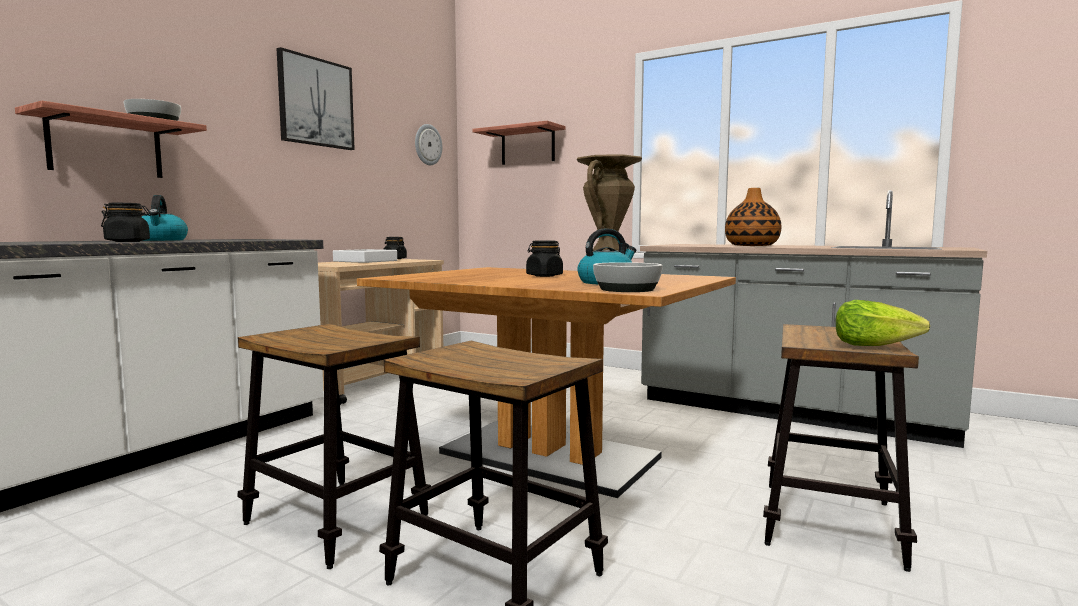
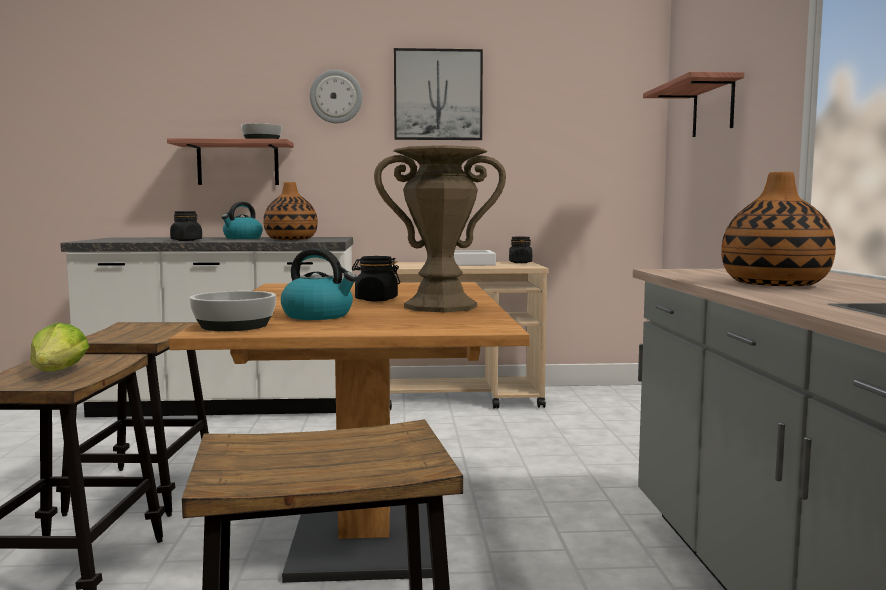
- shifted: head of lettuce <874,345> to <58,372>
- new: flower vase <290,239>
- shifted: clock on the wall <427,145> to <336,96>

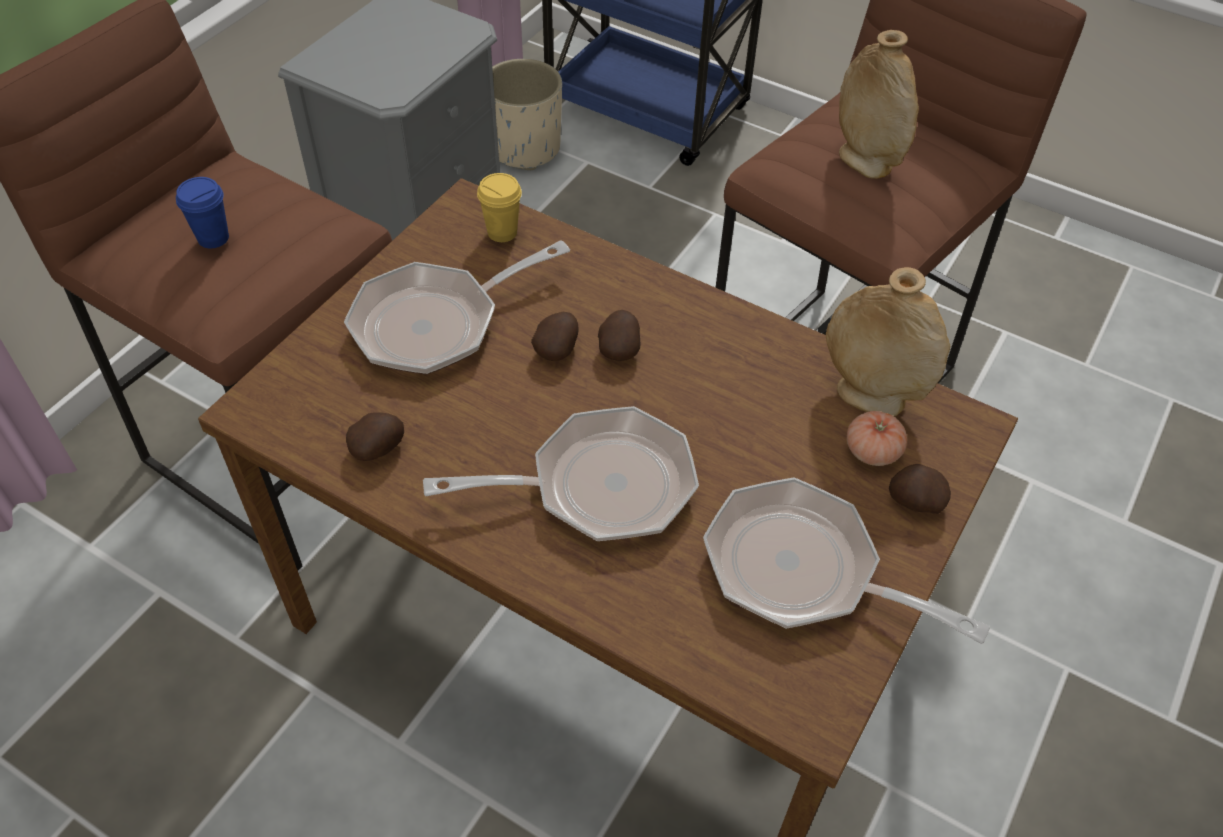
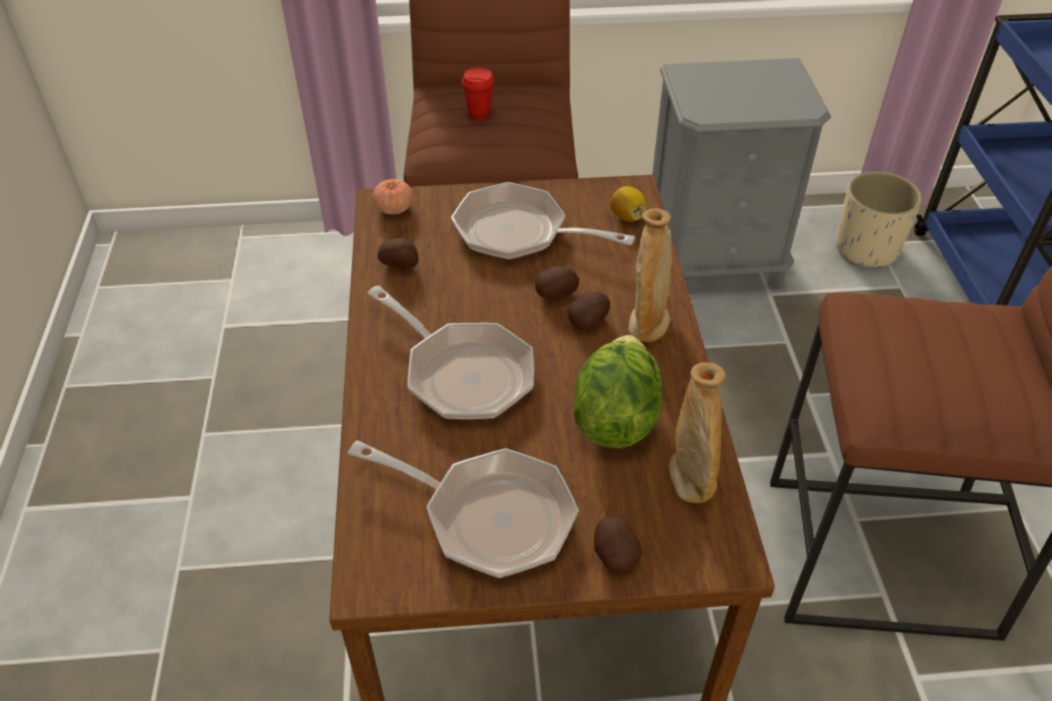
- rotated: frying pan <804,570> = <488,516> 120 degrees clockwise
- shifted: fresh tomato <872,451> to <394,208>
- repainted: small cup (bluish) <213,238> to small cup (reddish) <479,114>
- new: head of lettuce <615,417>
- swapped: small cup (yellowish) <502,232> to lemon <627,216>
- shifted: flower vase (beige) <864,161> to <648,323>

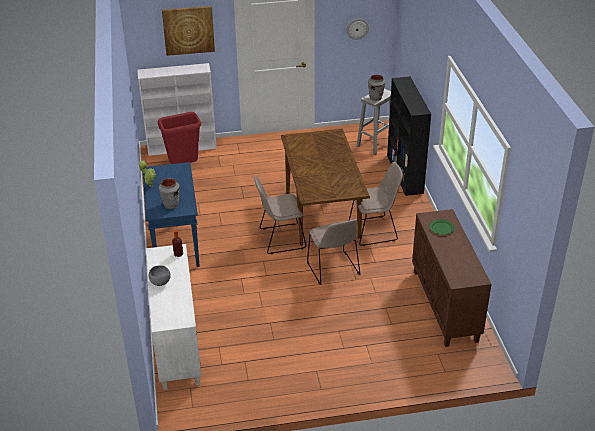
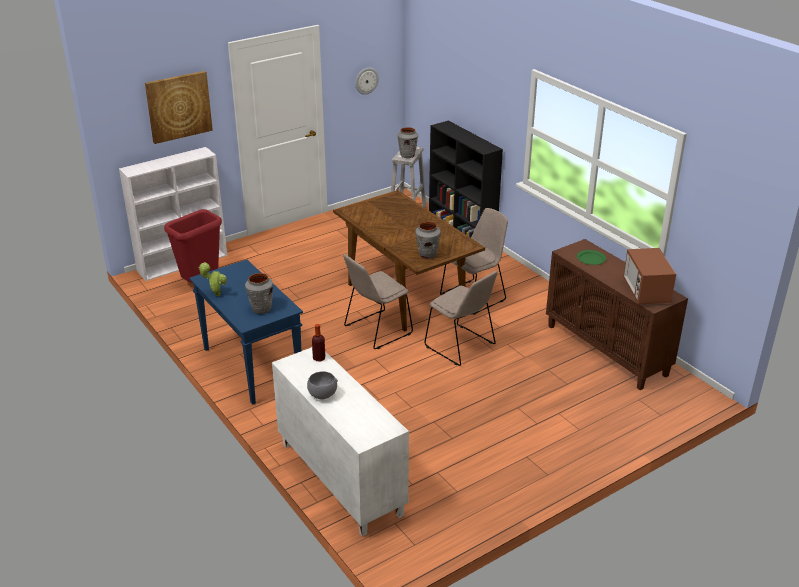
- new: flower vase (greyish) <427,255>
- new: microwave oven <645,292>

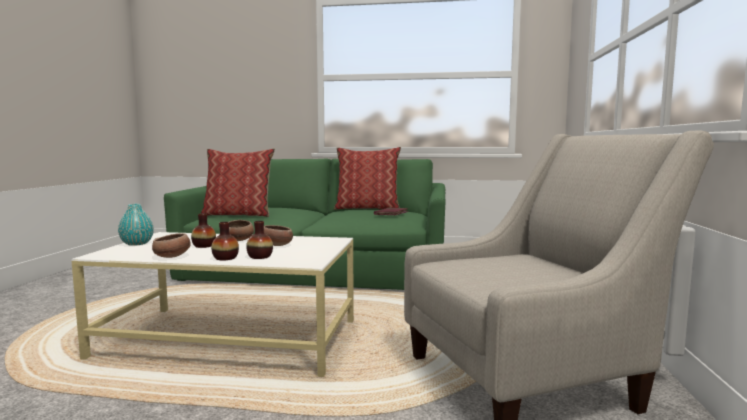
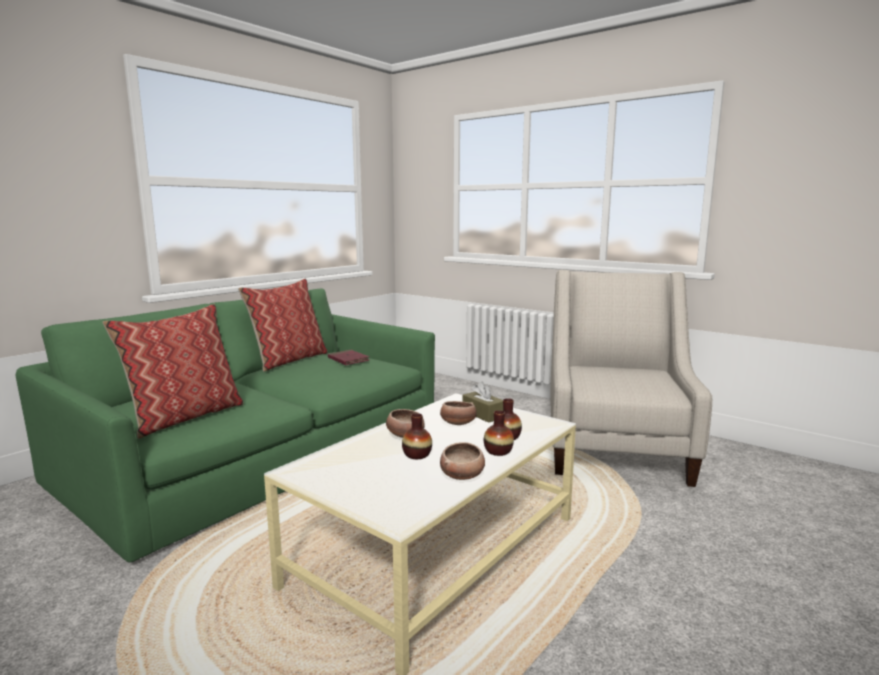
- new: tissue box (brown-coloured) <483,414>
- gone: flower vase (turquoise-coloured) <137,244>

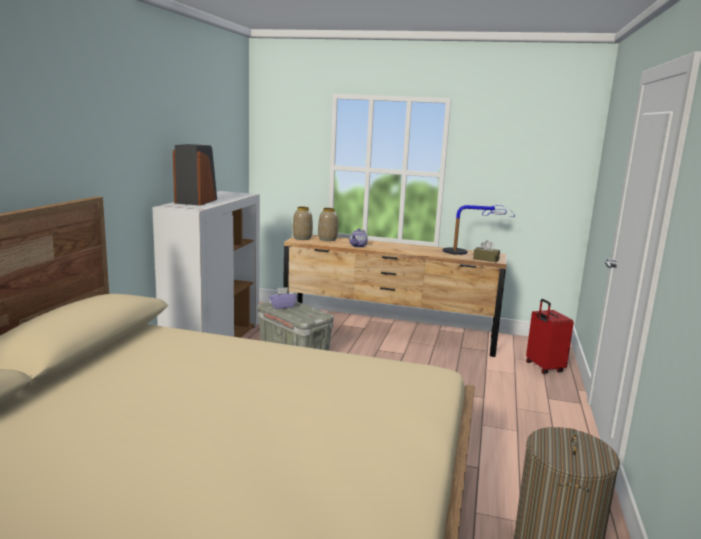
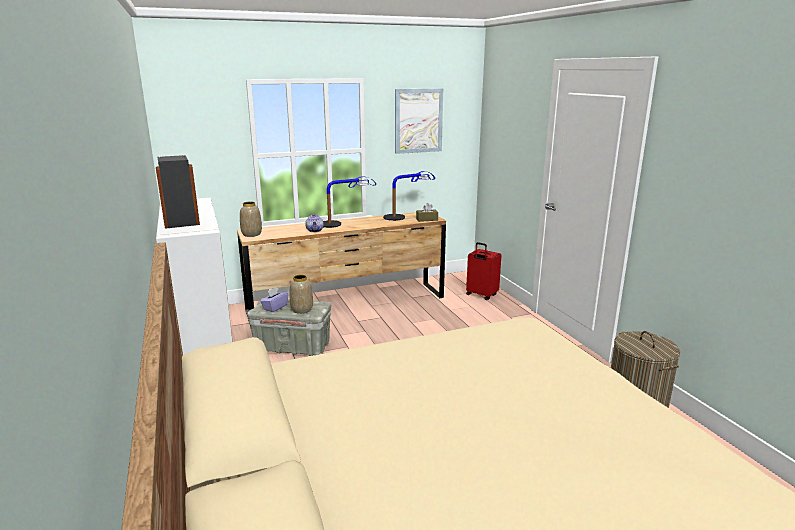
- shifted: flower vase <328,239> to <302,309>
- new: tabletop lamp <342,223>
- new: picture <418,121>

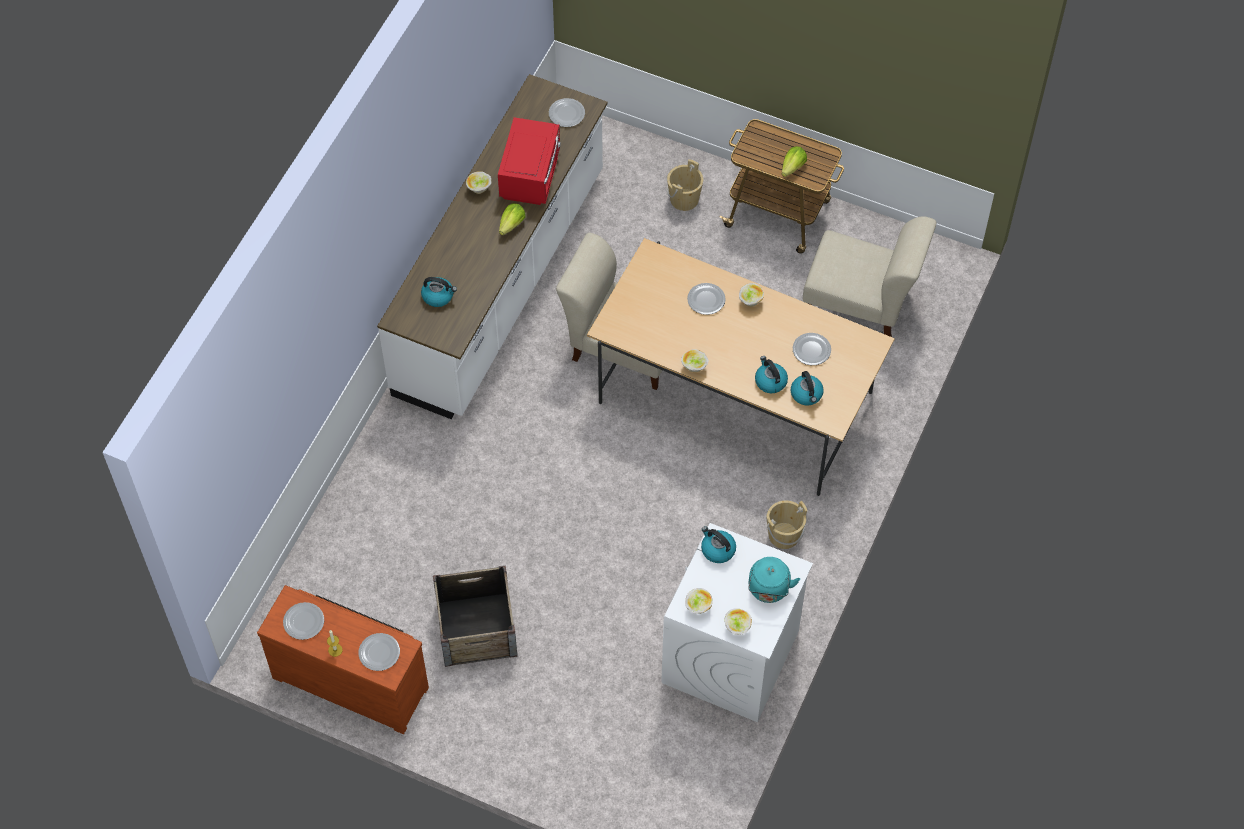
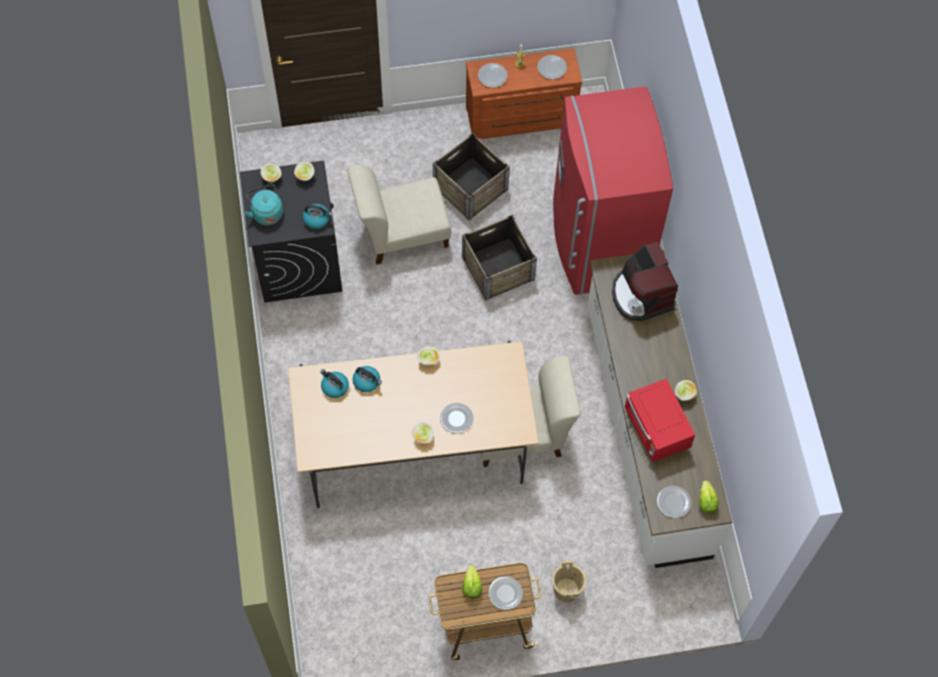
- repainted: laundry appliance (whitish) <730,657> to laundry appliance (black-coloured) <297,260>
- shifted: plain chair (beige) <861,304> to <401,233>
- new: shipping crate <498,268>
- shifted: dinner plate <811,350> to <506,593>
- new: kitchen fridge (reddish) <598,242>
- swapped: water kettle <438,296> to coffee machine <641,295>
- shifted: head of lettuce <512,225> to <706,502>
- gone: water bucket (beige) <784,535>

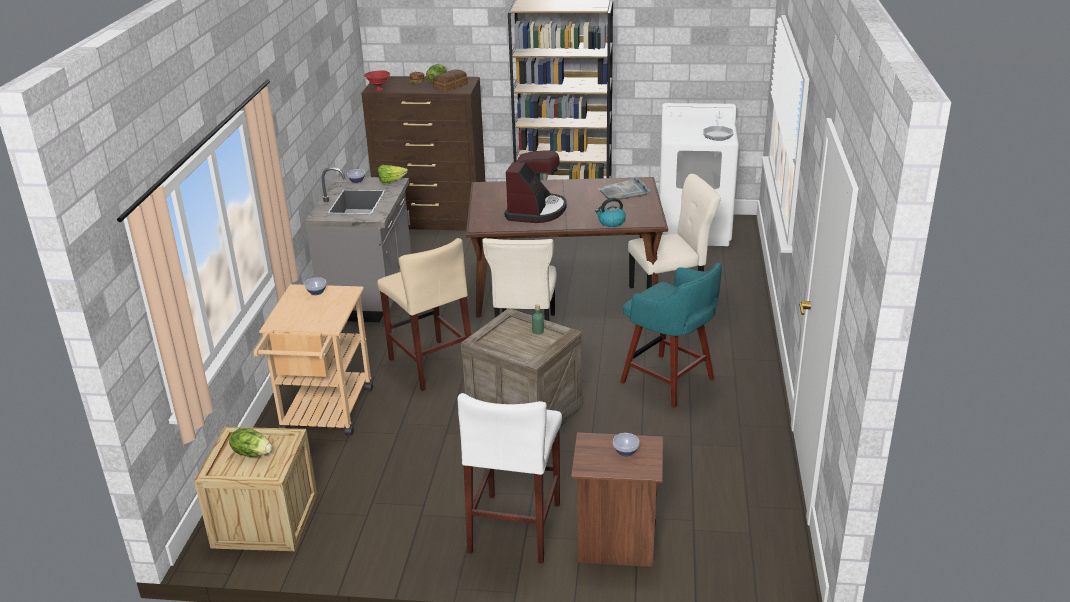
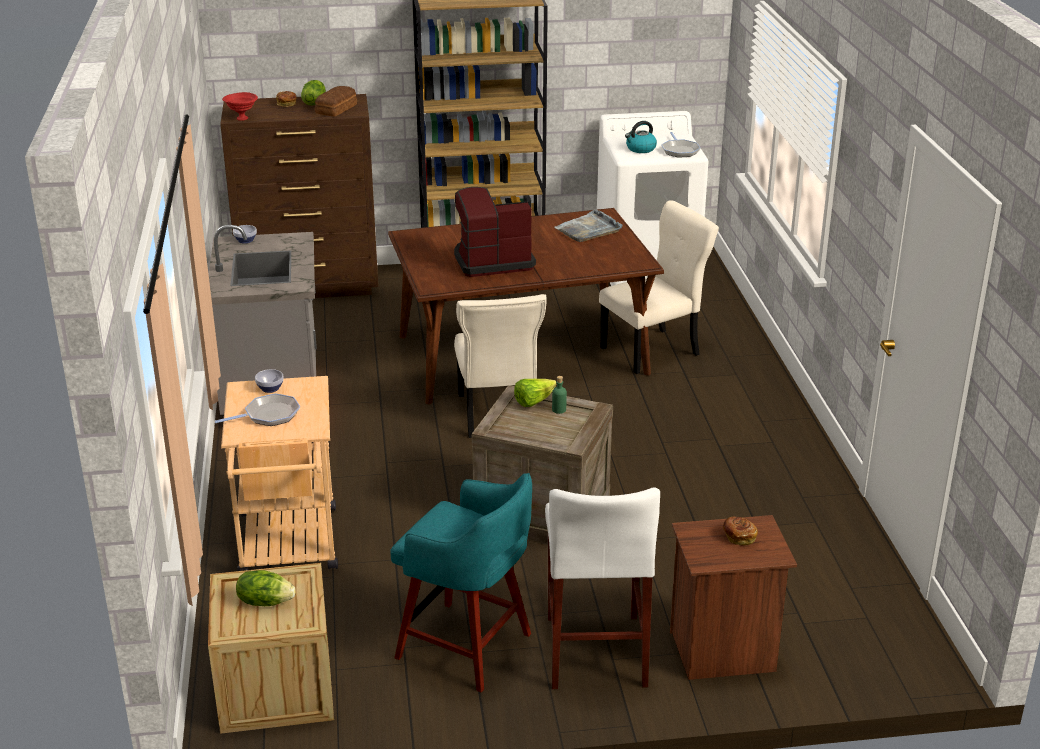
- new: frying pan <269,415>
- shifted: stool (turquoise-coloured) <669,382> to <467,648>
- rotated: coffee machine <536,211> = <492,261> 105 degrees counterclockwise
- shifted: head of lettuce <391,181> to <533,401>
- shifted: water kettle <611,222> to <640,149>
- swapped: deep dish <625,451> to bakery bread <739,537>
- gone: stool (beige) <431,365>

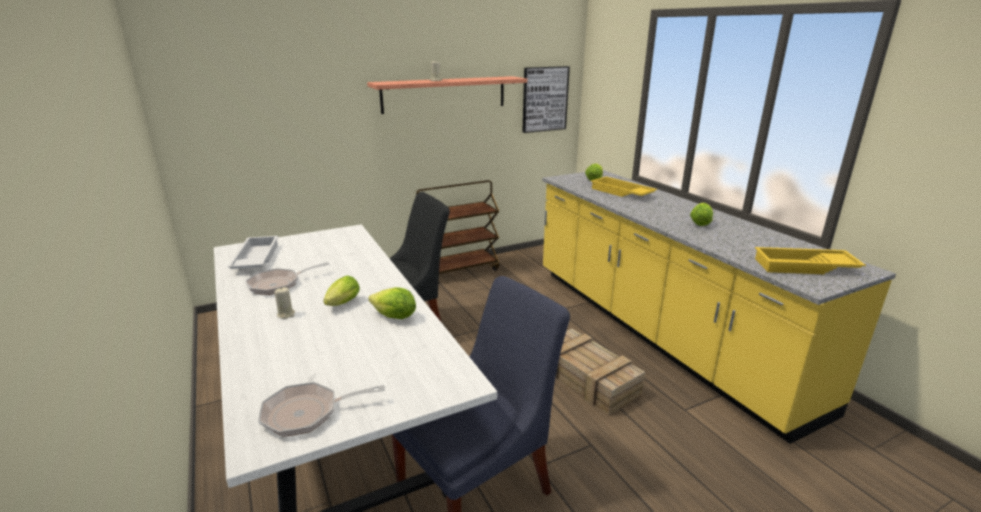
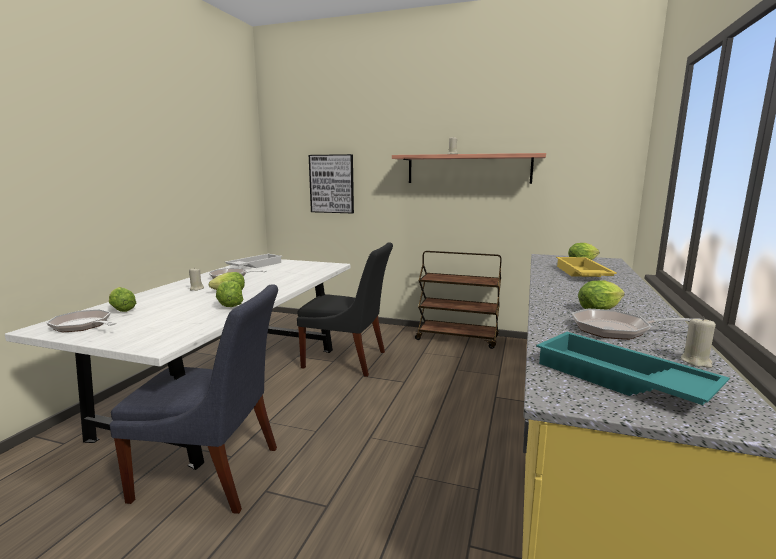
- new: head of lettuce <121,309>
- shifted: picture <544,99> to <332,184>
- repainted: carrying tray (yellowish) <804,267> to carrying tray (turquoise-coloured) <619,380>
- new: frying pan <616,330>
- new: candle (beige) <696,362>
- gone: shipping crate <589,380>

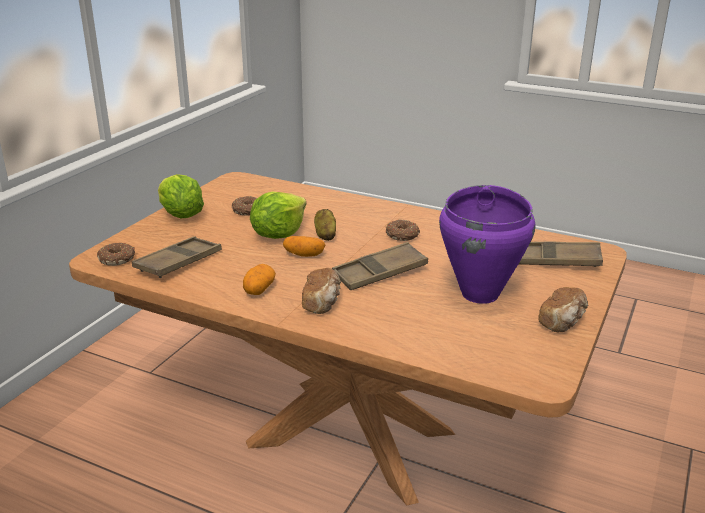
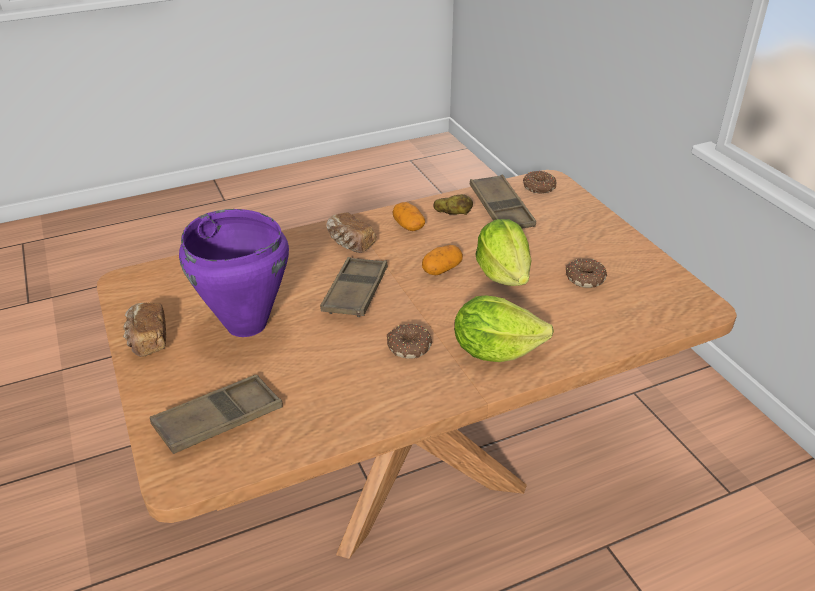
- shifted: whole potato <325,234> to <453,214>
- shifted: head of lettuce <180,215> to <495,350>

